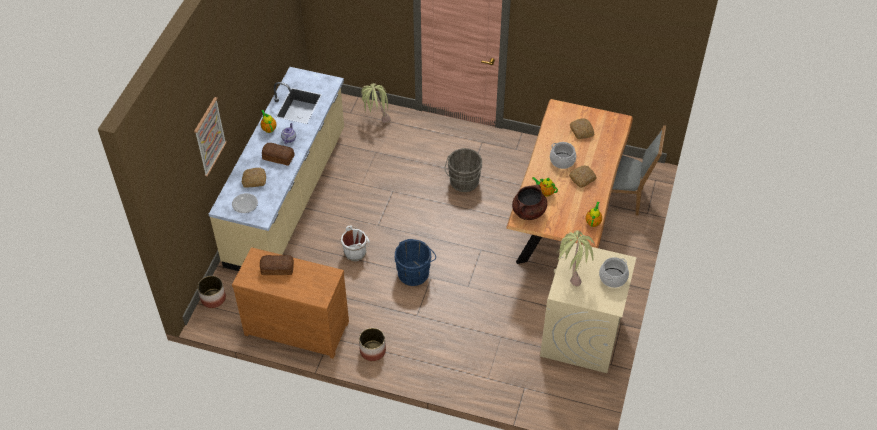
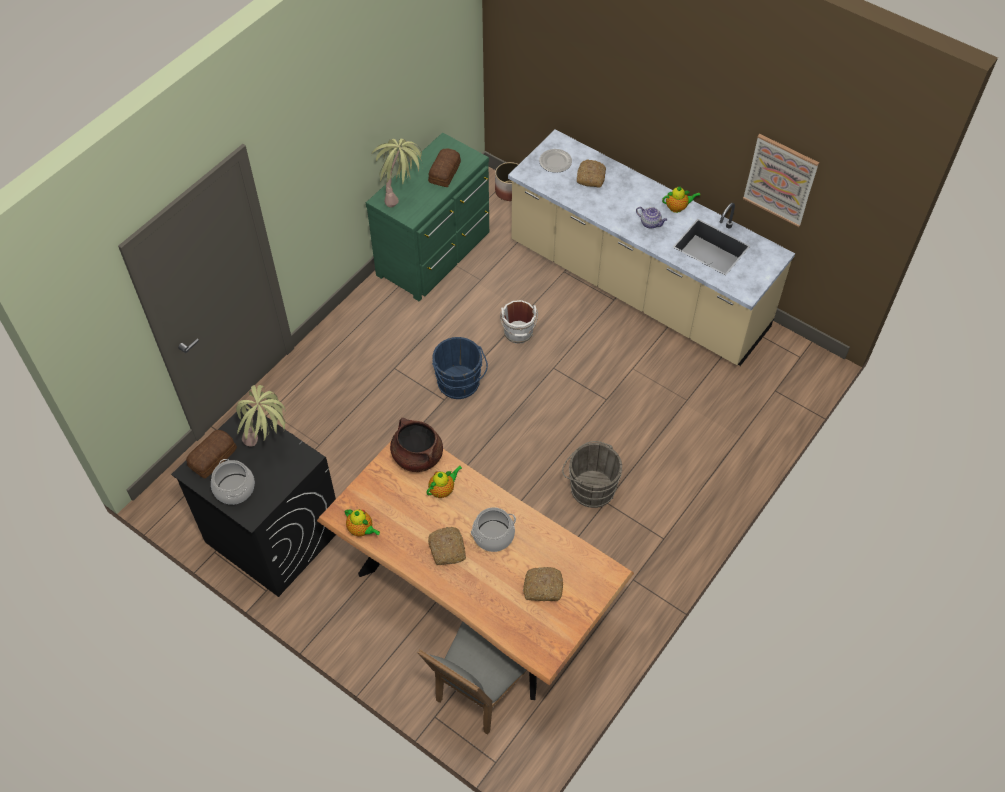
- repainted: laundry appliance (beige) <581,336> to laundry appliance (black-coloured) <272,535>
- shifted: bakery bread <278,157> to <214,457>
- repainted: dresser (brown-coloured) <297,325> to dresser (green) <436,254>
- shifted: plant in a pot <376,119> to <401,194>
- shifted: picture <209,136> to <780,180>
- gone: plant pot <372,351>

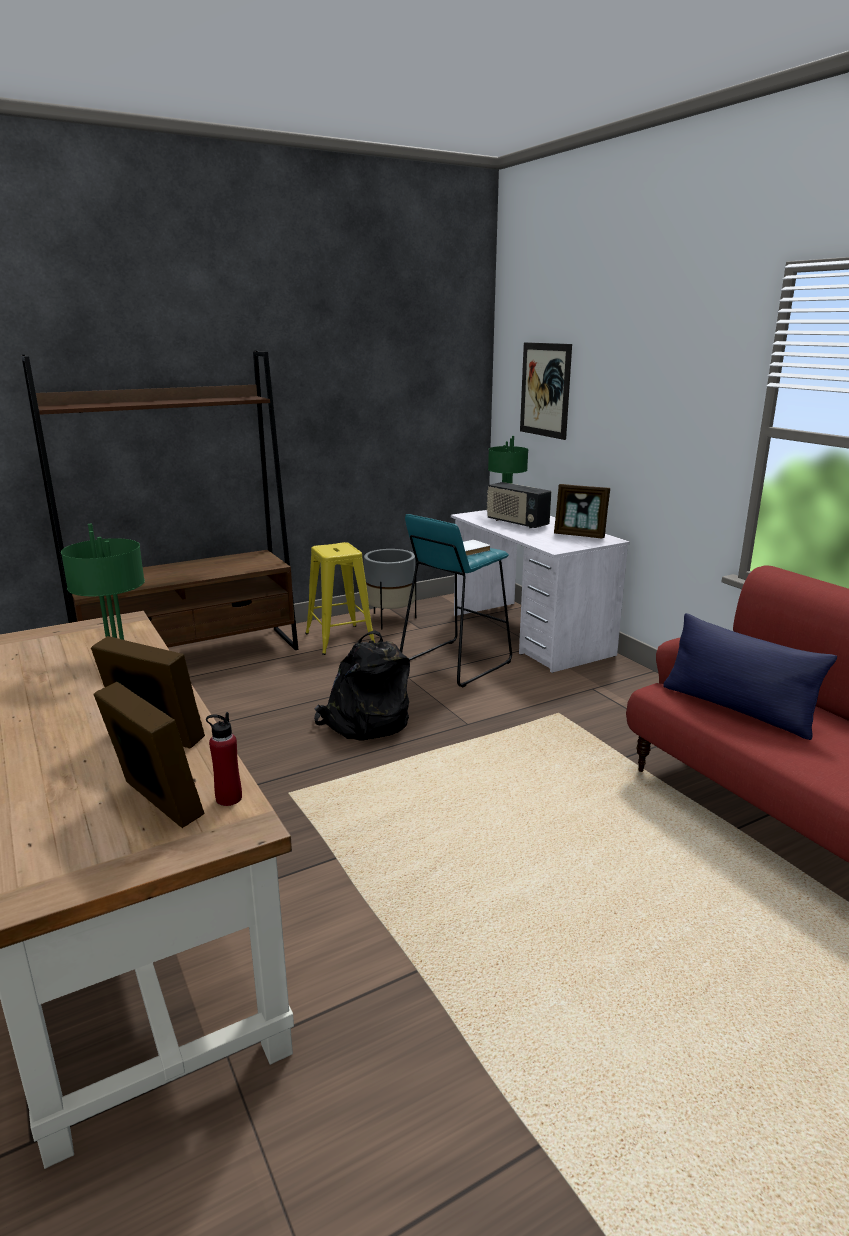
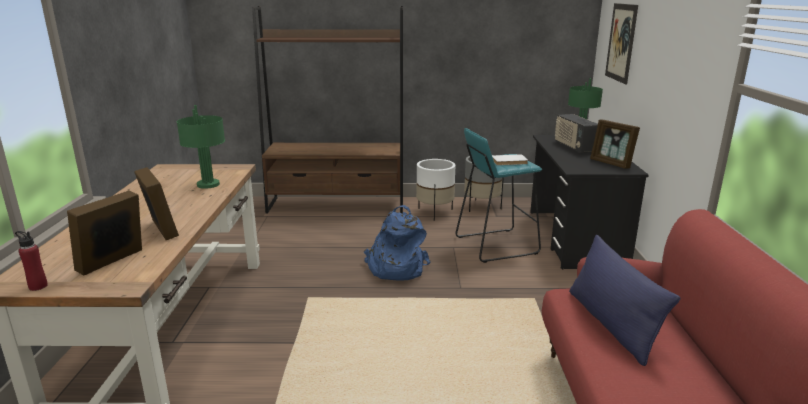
- shifted: beverage bottle (reddish) <228,798> to <38,286>
- rotated: standing frame <155,803> = <113,262> 135 degrees counterclockwise
- repainted: rucksack (black-coloured) <365,722> to rucksack (bluish) <395,268>
- swapped: stool (yellowish) <340,639> to plant pot (whitish) <435,213>
- repainted: desk (whitish) <530,635> to desk (black-coloured) <574,238>

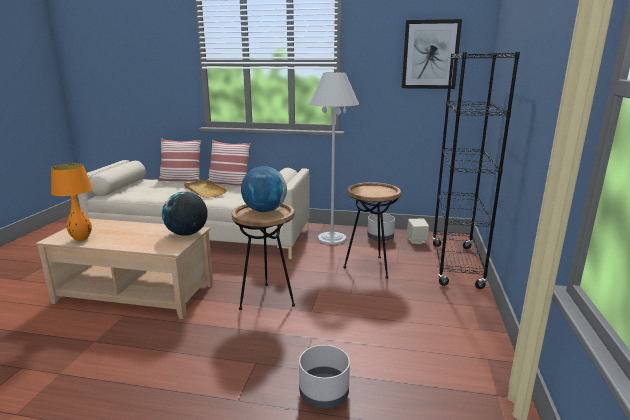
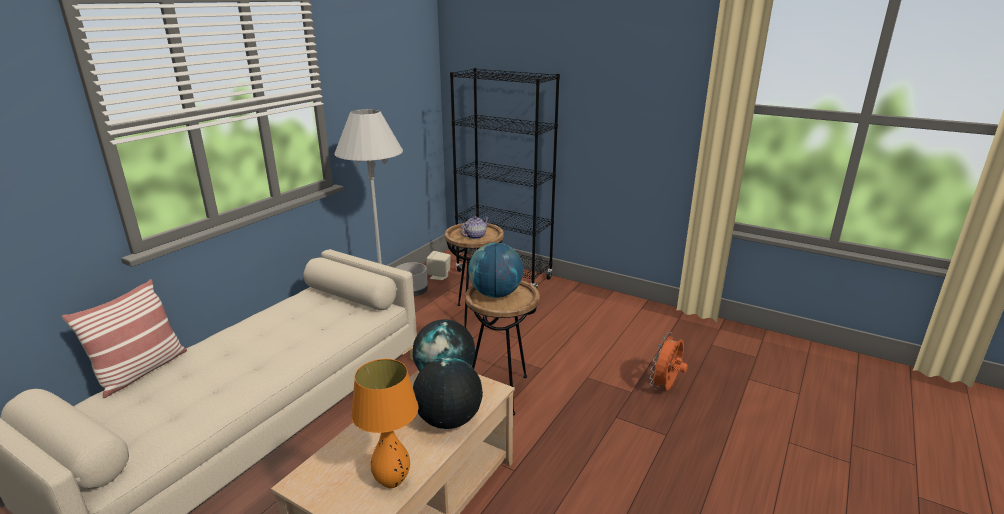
- new: desk globe <448,420>
- new: tea pot <474,236>
- swapped: plant pot (greyish) <323,394> to cooling fan (orangey) <666,387>
- gone: carrying tray (beige) <204,190>
- gone: cushion <229,183>
- gone: picture <430,55>

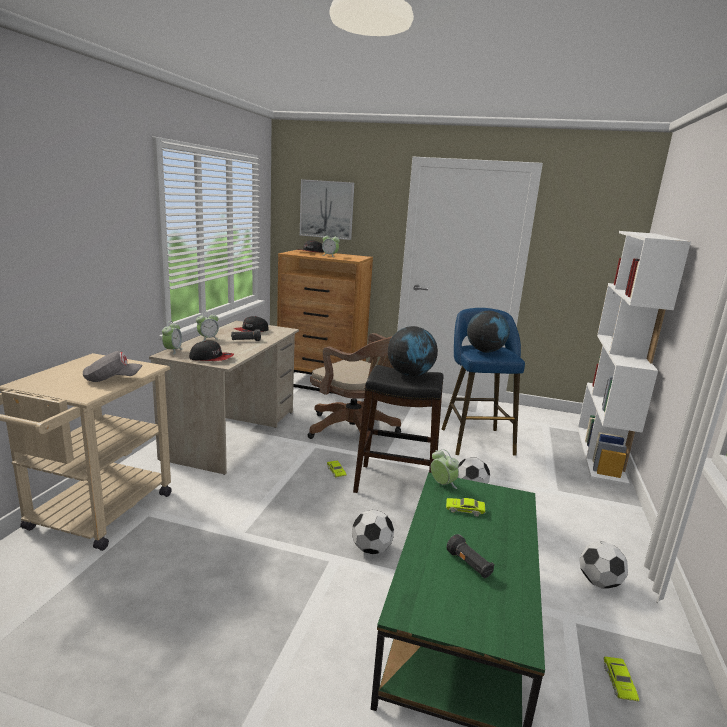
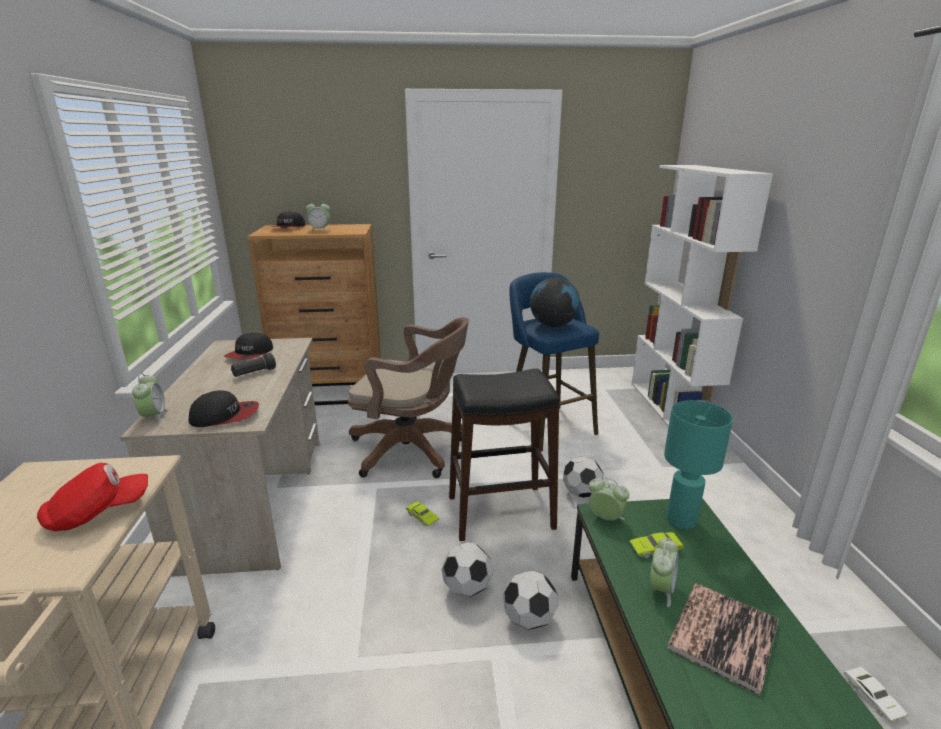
- repainted: cap (greyish) <112,379> to cap (reddish) <98,513>
- shifted: football ball <598,582> to <467,588>
- shifted: table clock <208,339> to <660,589>
- new: tabletop lamp (turquoise-coloured) <682,520>
- swapped: flashlight (black-coloured) <469,565> to bound book <723,635>
- repainted: toy car (green) <619,682> to toy car (whitish) <872,697>
- gone: picture <327,209>
- gone: desk globe <410,375>

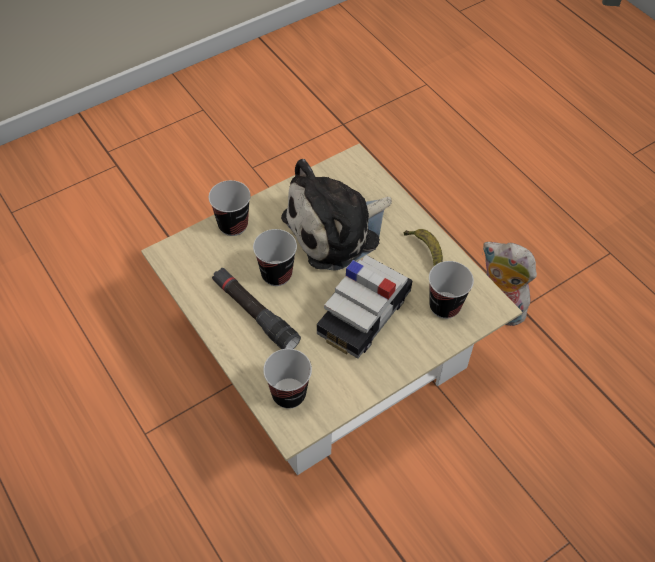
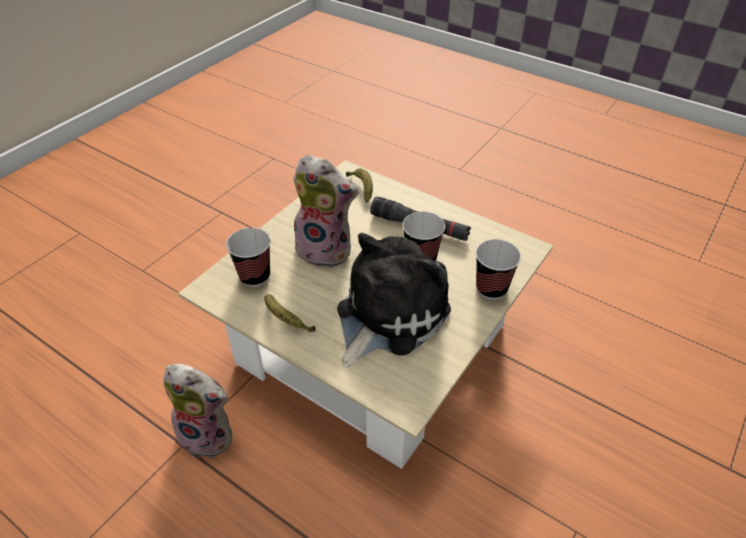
- swapped: toy car <364,315> to cuddly toy <327,250>
- swapped: small cup <289,394> to banana <361,188>

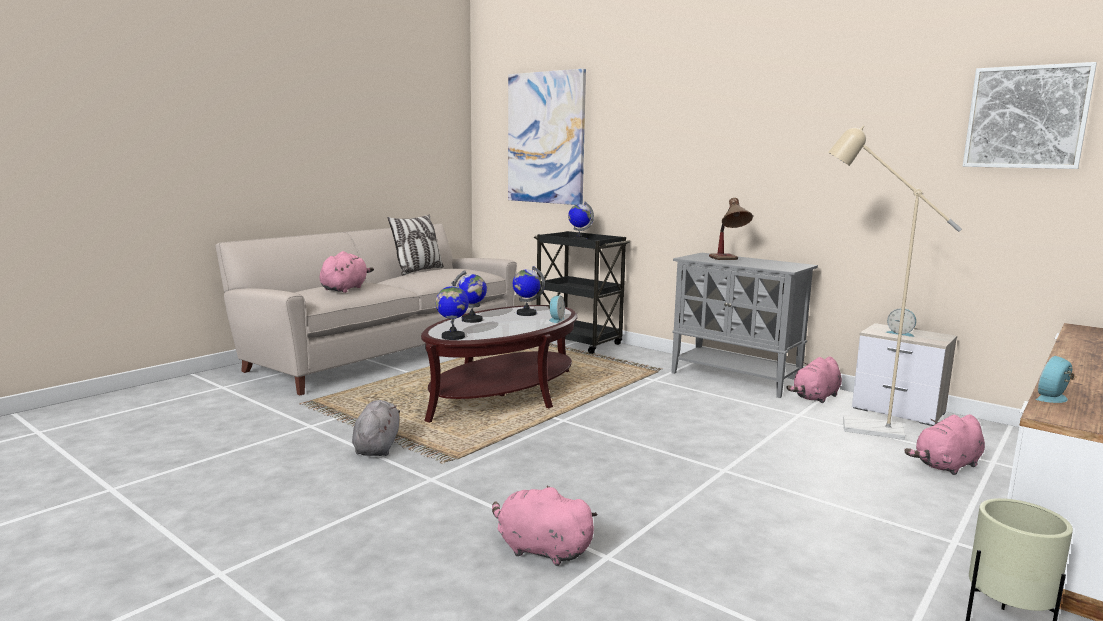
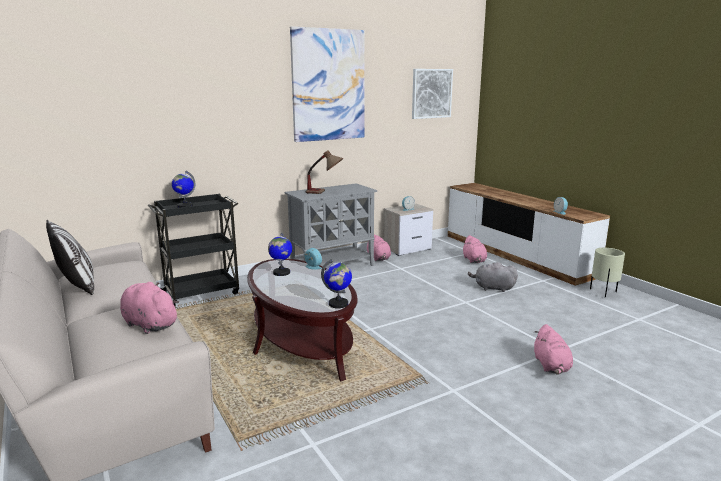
- shifted: picture <546,138> to <328,85>
- shifted: cuddly toy (greyish) <377,447> to <492,288>
- rotated: cuddly toy (pinkish) <540,550> = <551,366> 45 degrees counterclockwise
- gone: desk globe <472,320>
- gone: standing lamp (beige) <860,427>

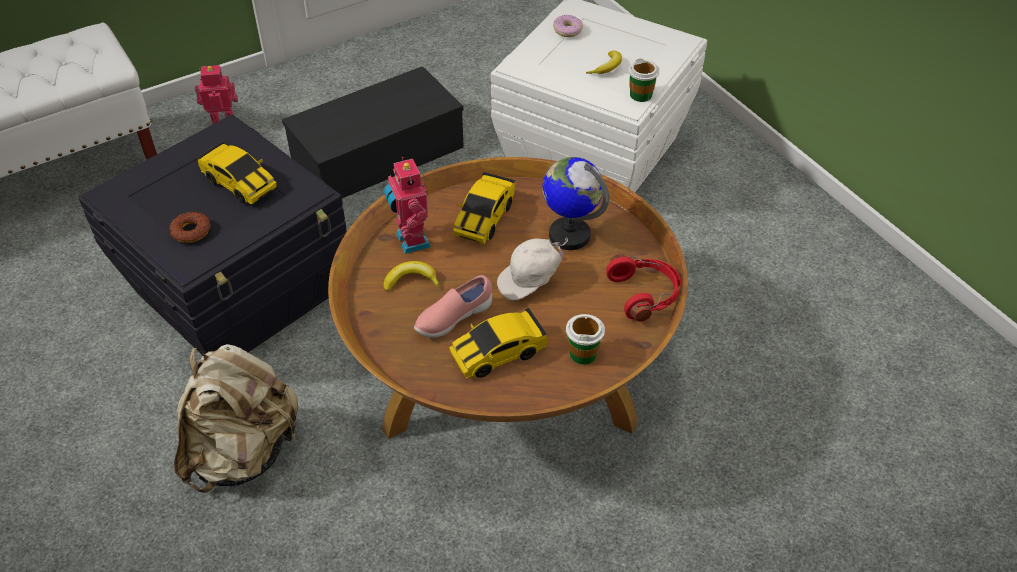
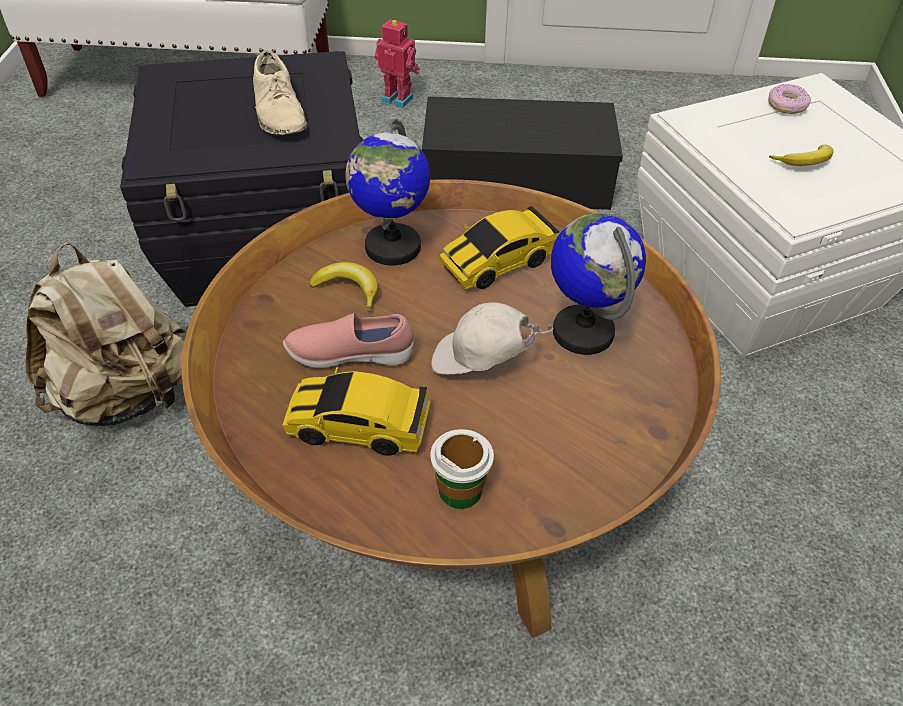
- swapped: toy car <239,183> to item of footwear (beige) <279,111>
- swapped: robot figure <410,241> to desk globe <392,247>
- gone: donut <191,231>
- gone: headset (reddish) <645,294>
- gone: small cup <641,95>

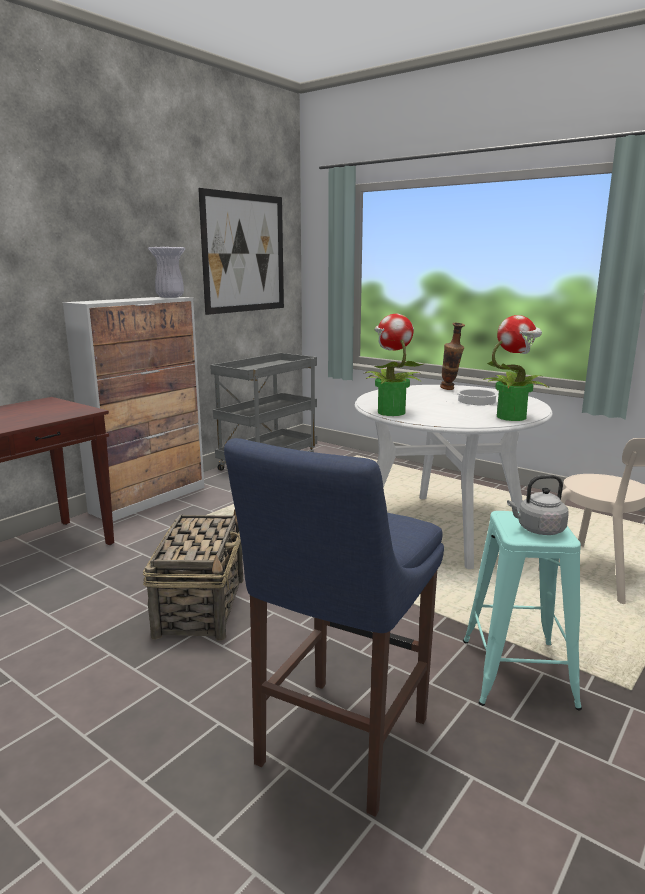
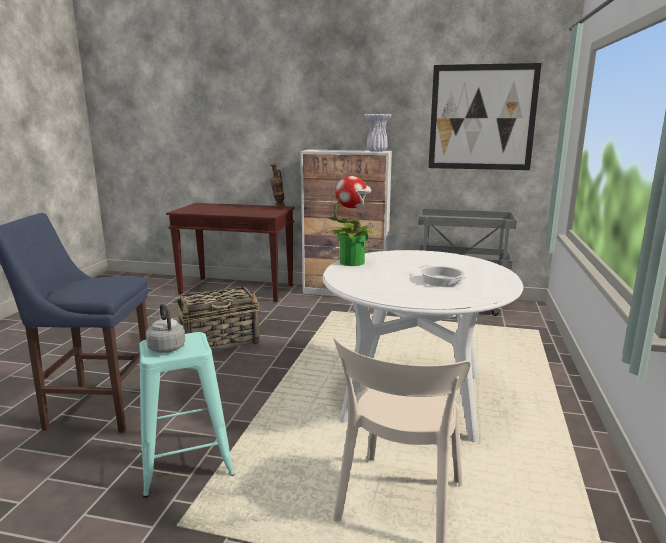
- shifted: flower vase <450,389> to <278,207>
- gone: plant in a pot <512,417>

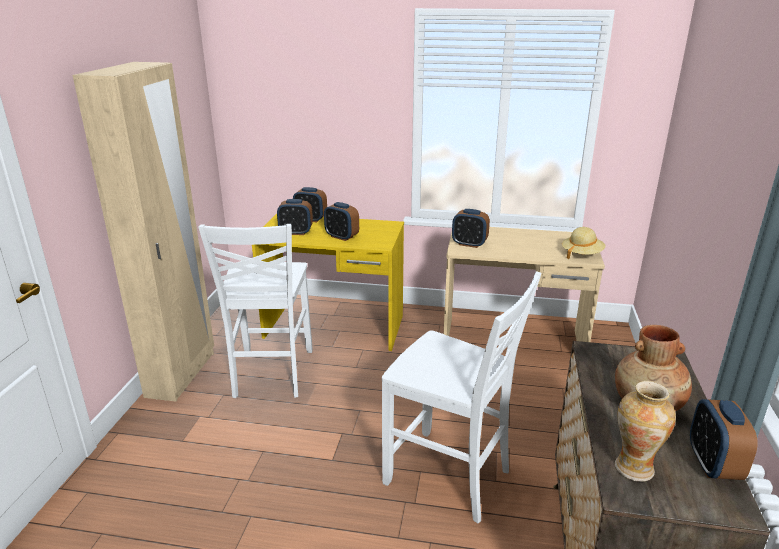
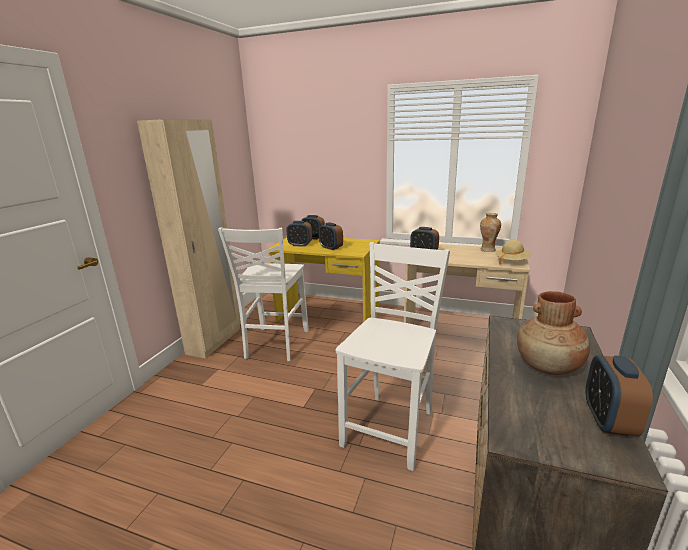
- rotated: plain chair (whitish) <450,477> = <391,428> 105 degrees counterclockwise
- shifted: flower vase <634,467> to <488,249>

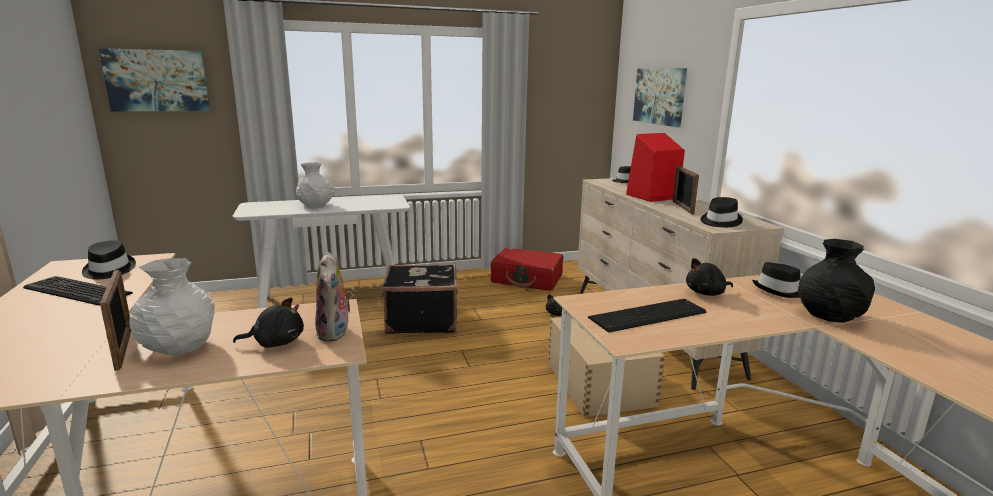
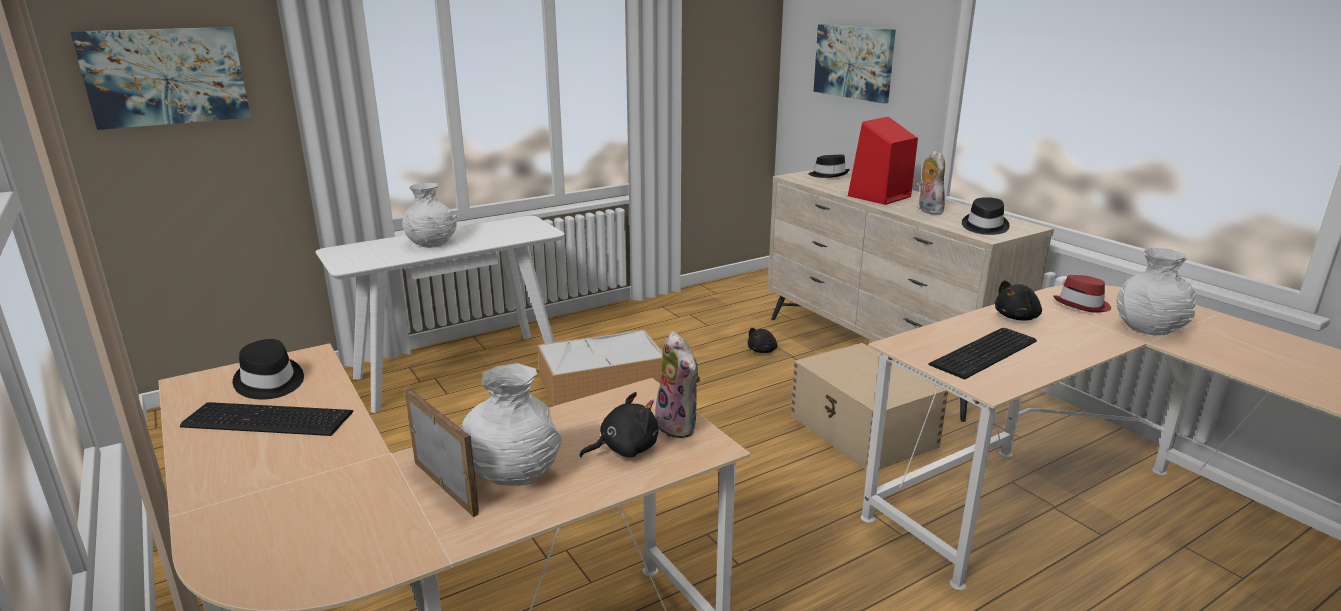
- swapped: suitcase (black-coloured) <421,320> to storage bin <600,383>
- swapped: standing frame <682,208> to cuddly toy <927,210>
- repainted: wearable hat (black-coloured) <780,291> to wearable hat (reddish) <1083,305>
- repainted: flower vase (black-coloured) <831,315> to flower vase (whitish) <1149,328>
- gone: suitcase (reddish) <527,279>

